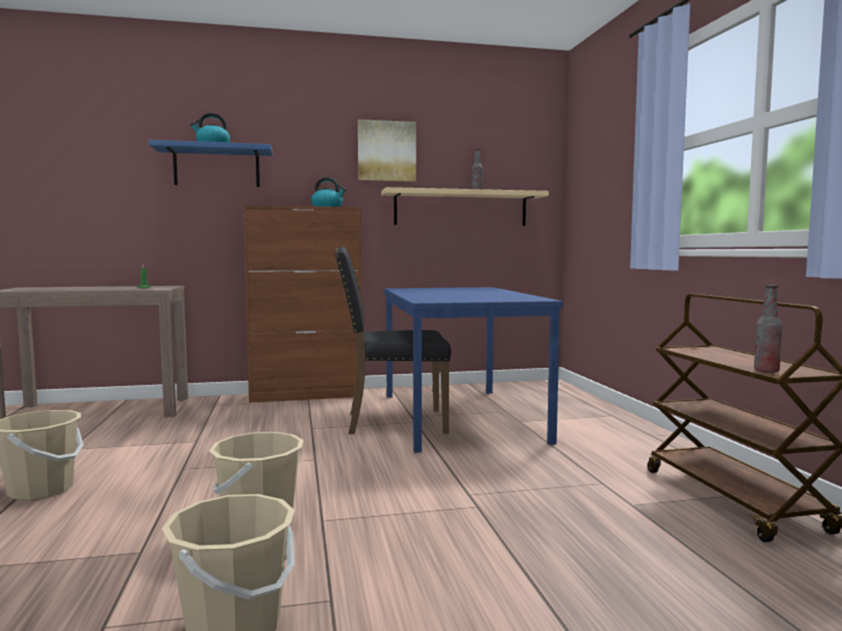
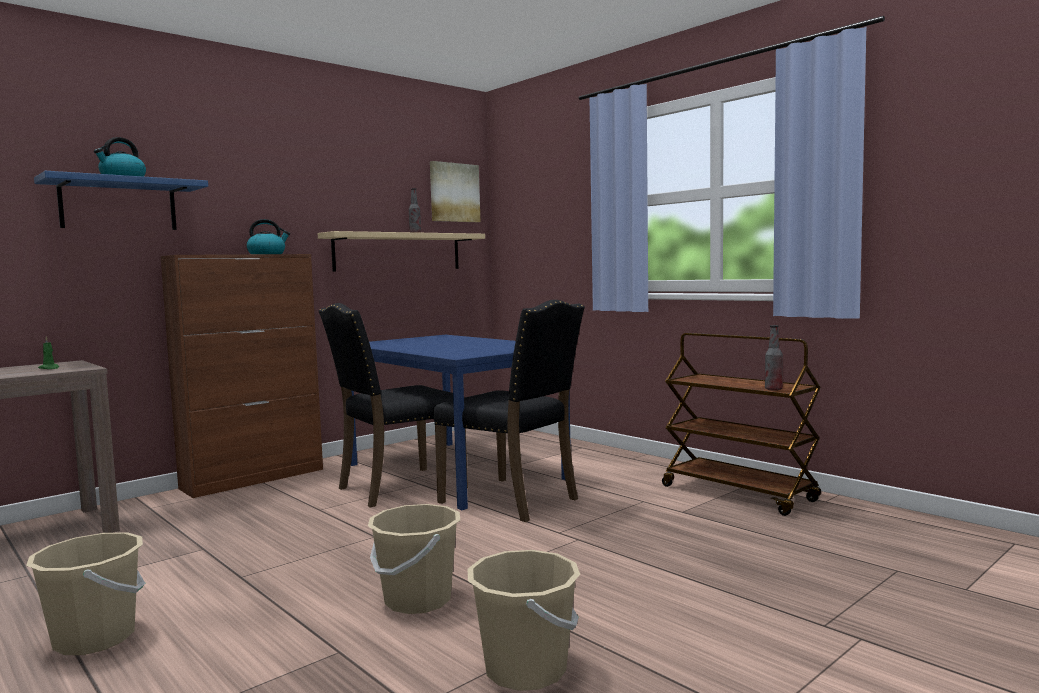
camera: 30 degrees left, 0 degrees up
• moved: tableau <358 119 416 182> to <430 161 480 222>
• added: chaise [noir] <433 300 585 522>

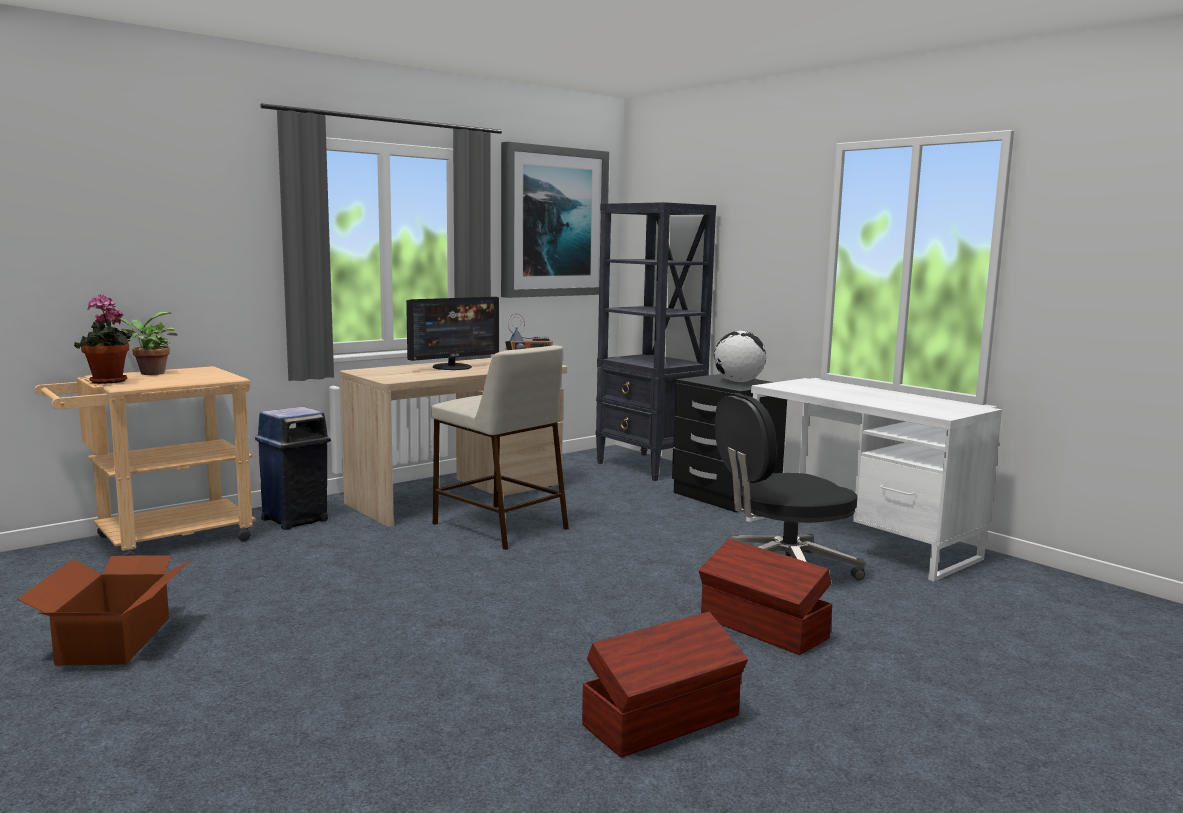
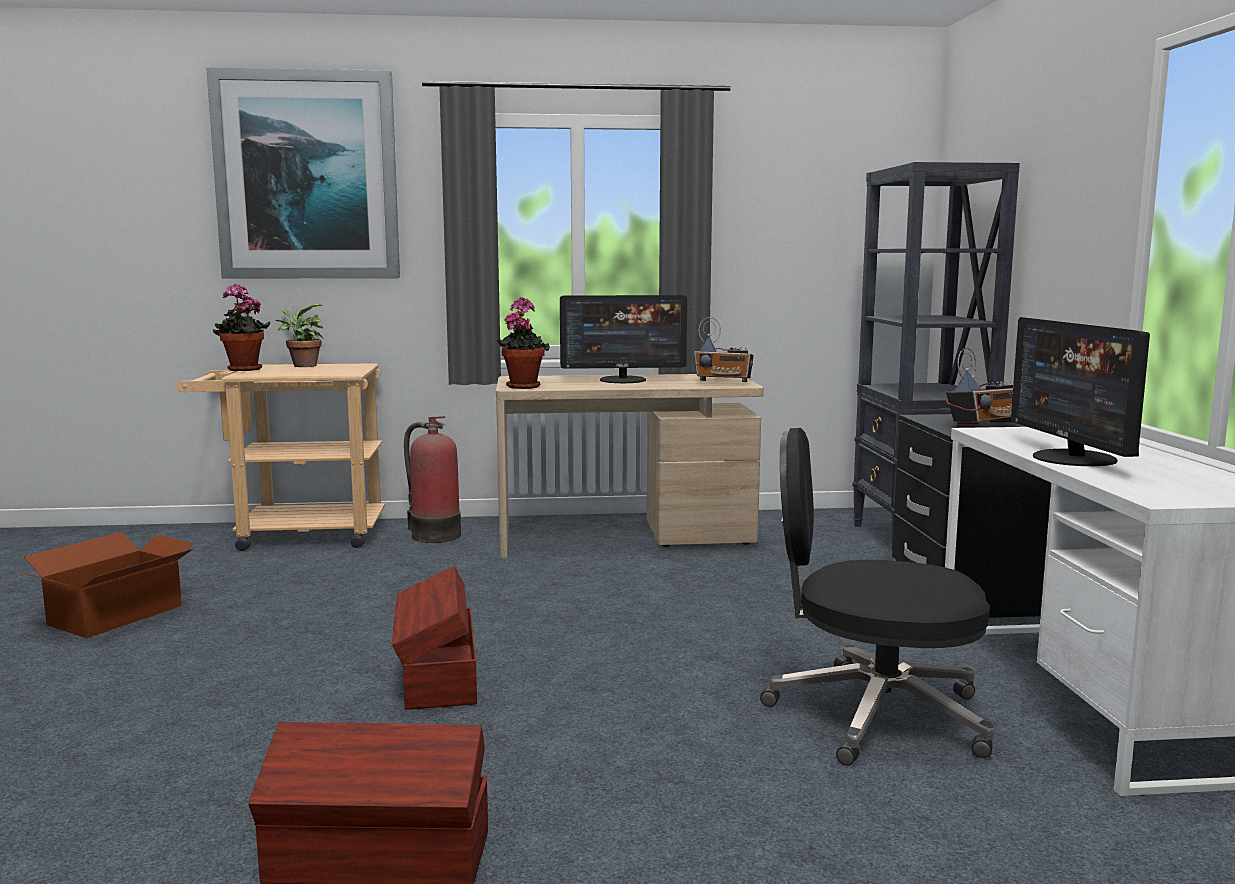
camera: 35 degrees right, 0 degrees up
• moved: tableau <501 142 609 298> to <206 67 400 279>
• moved: boîte de rangement [marron] <699 539 832 655> to <392 566 477 710>
• replaced: poubelle [bleu] <255 407 331 530> to extincteur <404 416 461 543>
• added: plante en pot <497 297 550 389>
• replaced: globe <714 331 766 383> to radio <946 348 1013 427>
• added: écran d'ordinateur <1011 317 1150 466>
• removed: tabouret [beige] <431 345 569 550>

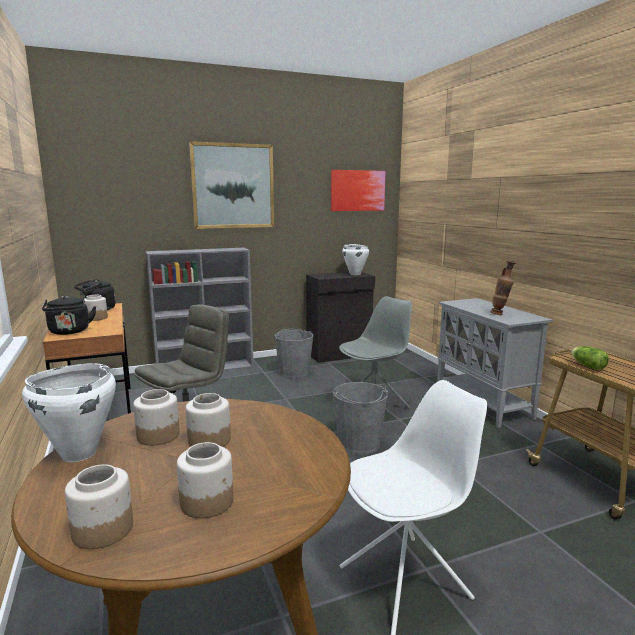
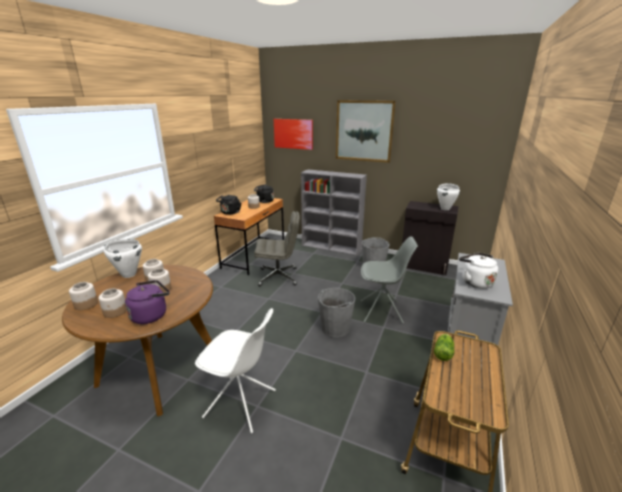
camera: 45 degrees right, 10 degrees up
• added: bouilloire [violet] <125 280 170 324>
• moved: tableau <331 170 386 211> to <274 119 313 150>
• replaced: vase <491 260 517 315> to bouilloire [blanc] <459 253 498 289>

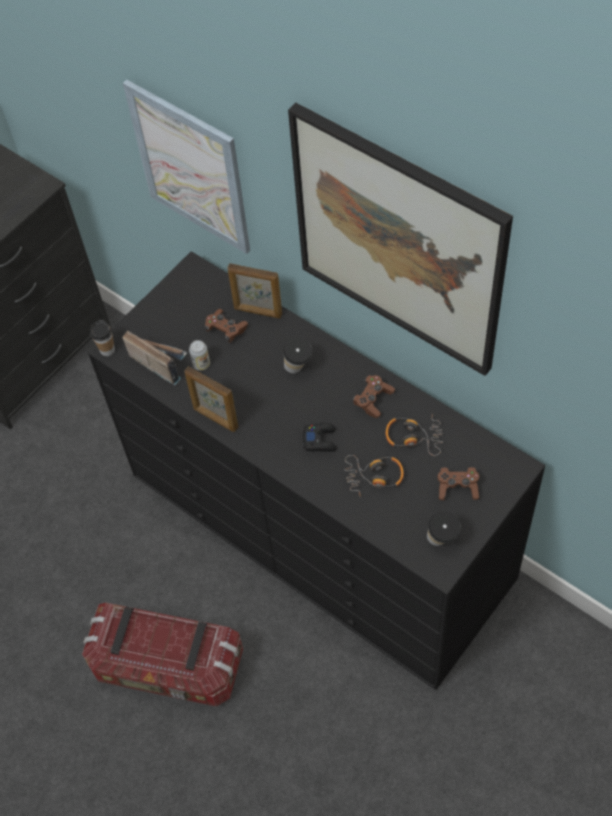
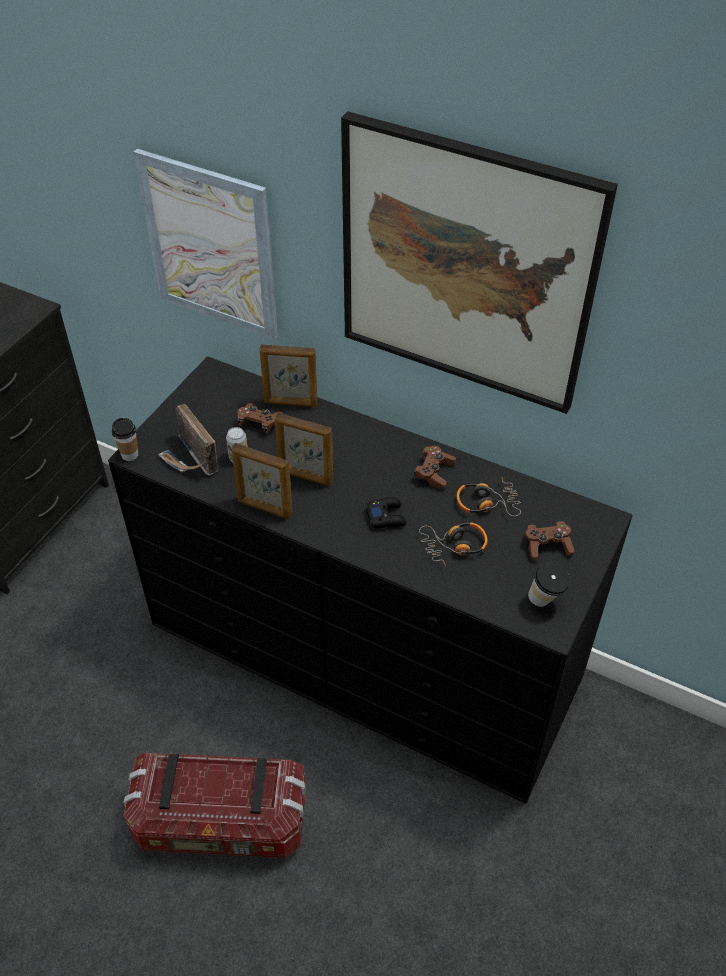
camera: 15 degrees left, 10 degrees down
• turned: radio <122 331 187 385> = <158 404 218 476> 150 degrees counterclockwise
• added: cadre photo <275 413 333 486>
• removed: tasse <283 337 312 373>

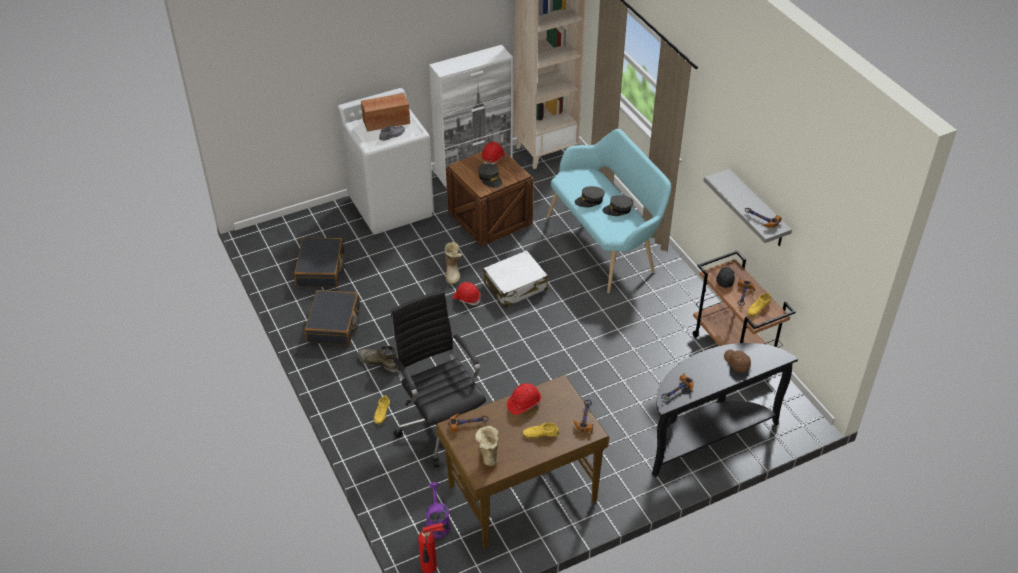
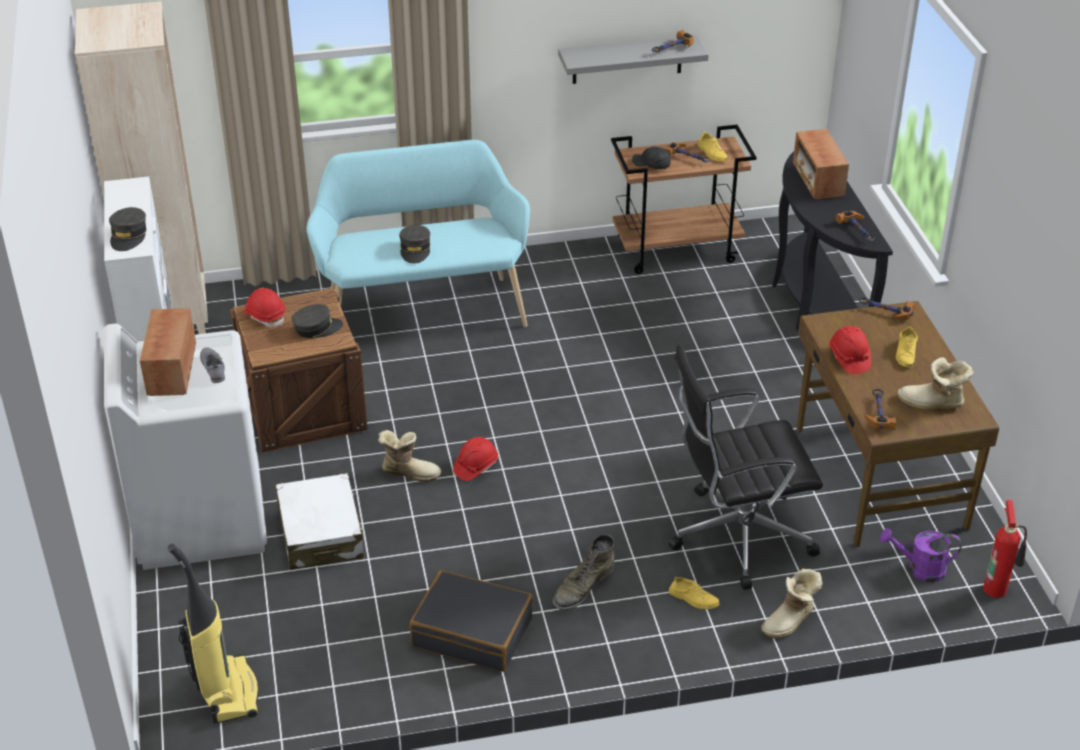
camera: 75 degrees left, 5 degrees down
• moved: casquette [gris] <603 195 633 216> to <109 207 147 251>
• added: aspirateur <168 543 259 723>
• moved: valise [blanc] <484 250 548 308> to <276 473 364 570>
• added: botte <761 568 823 638>
• replaced: casquette [marron] <724 350 751 372> to radio <793 129 849 199>
• removed: valise [noir] <294 237 345 287>

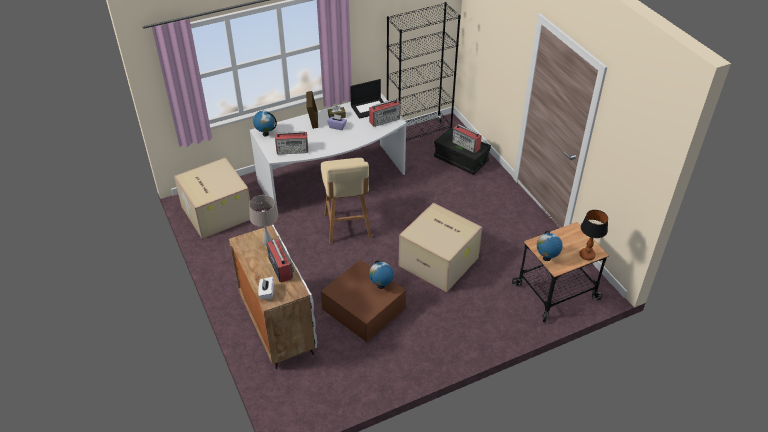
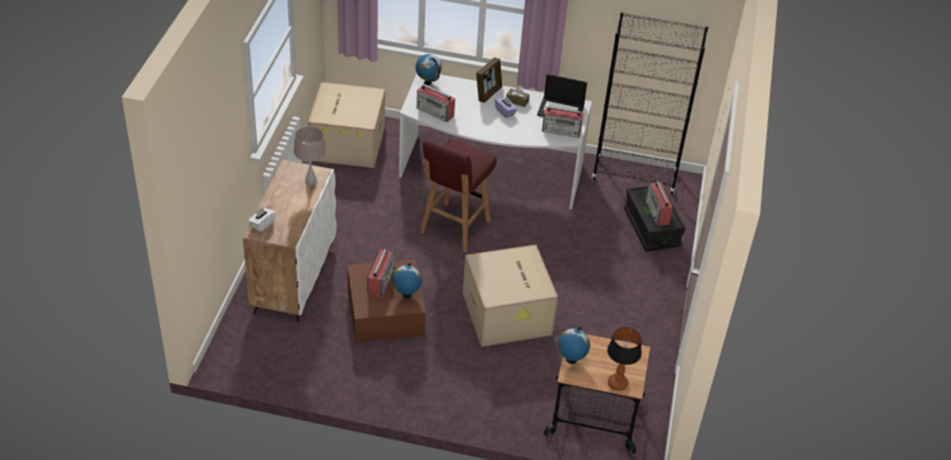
camera: 35 degrees right, 0 degrees up
• moved: radio <267 235 294 283> to <367 248 396 297>
• recoloured: tabouret [beige] <321 158 372 243> to tabouret [rouge] <420 139 497 252>

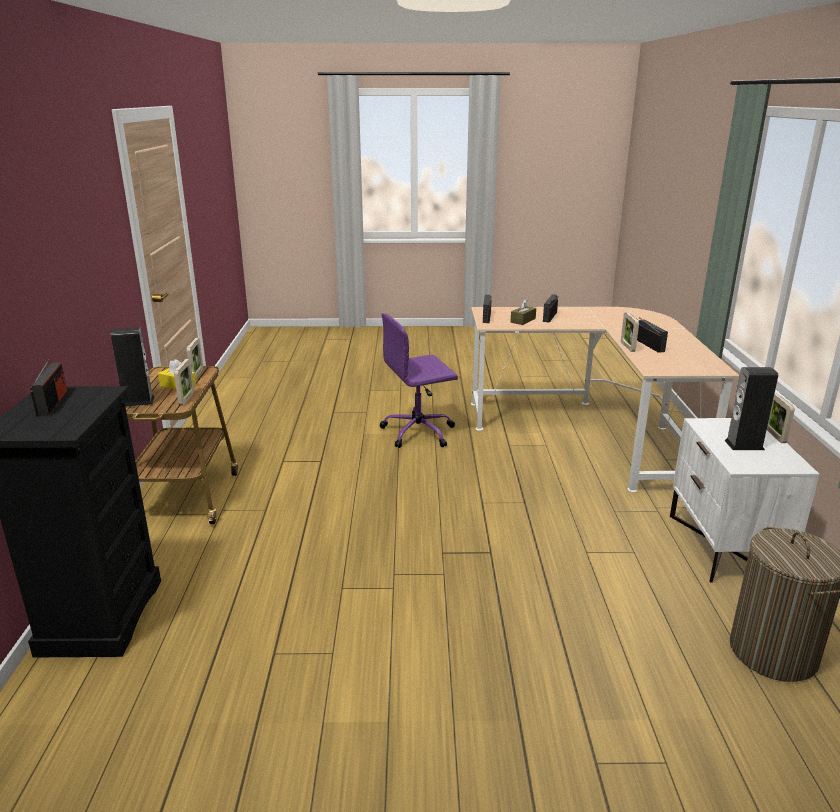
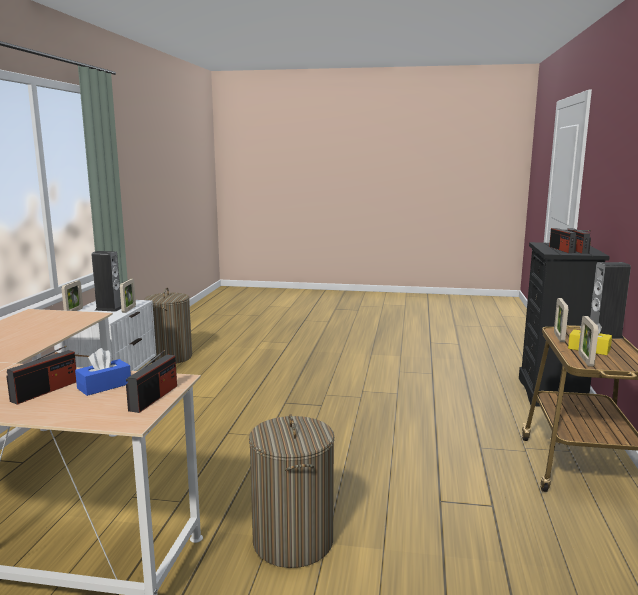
camera: 170 degrees left, 10 degrees down
• recoloured: boîte à mouchoirs [marron] <510 299 536 325> to boîte à mouchoirs [bleu] <75 348 131 396>
• moved: cadre photo <621 312 639 352> to <120 279 136 313>
• replaced: chaise de bureau [violet] <379 313 458 448> to panier à linge <249 414 334 568>
• moved: radio <637 317 668 353> to <549 228 577 253>

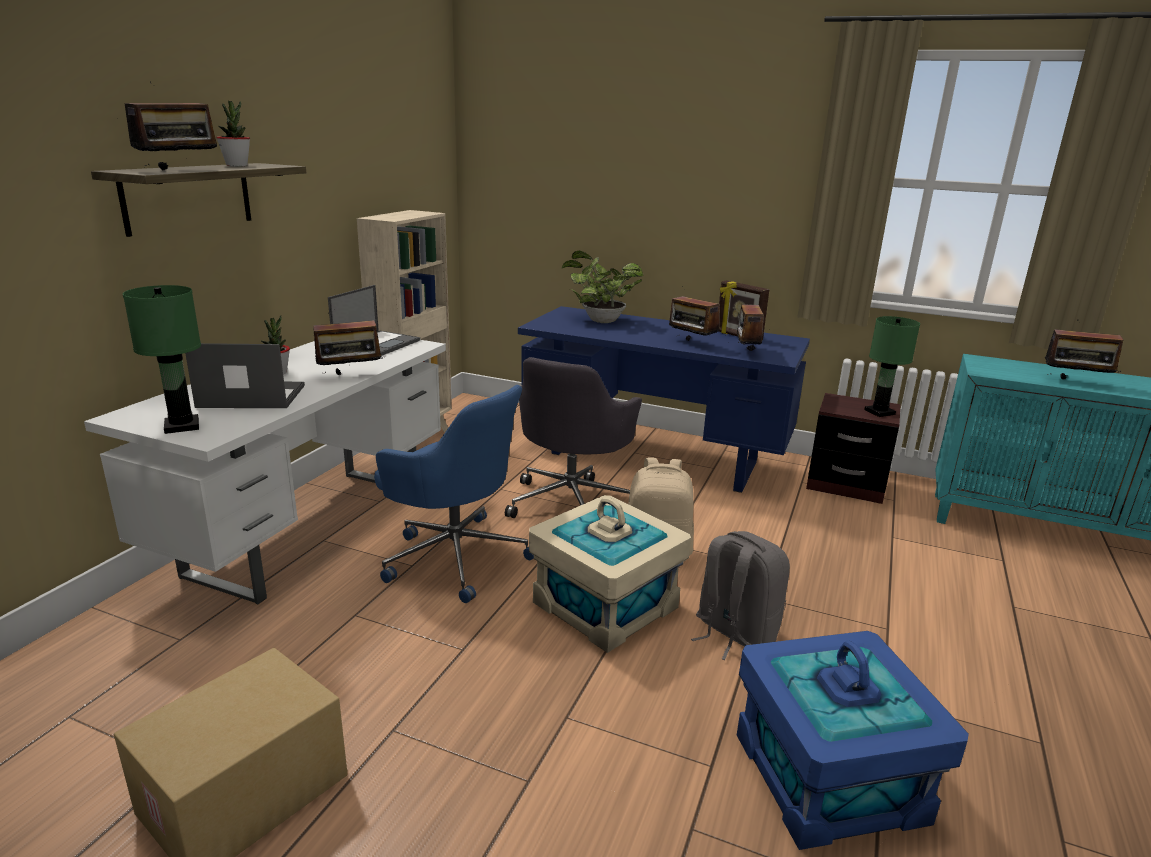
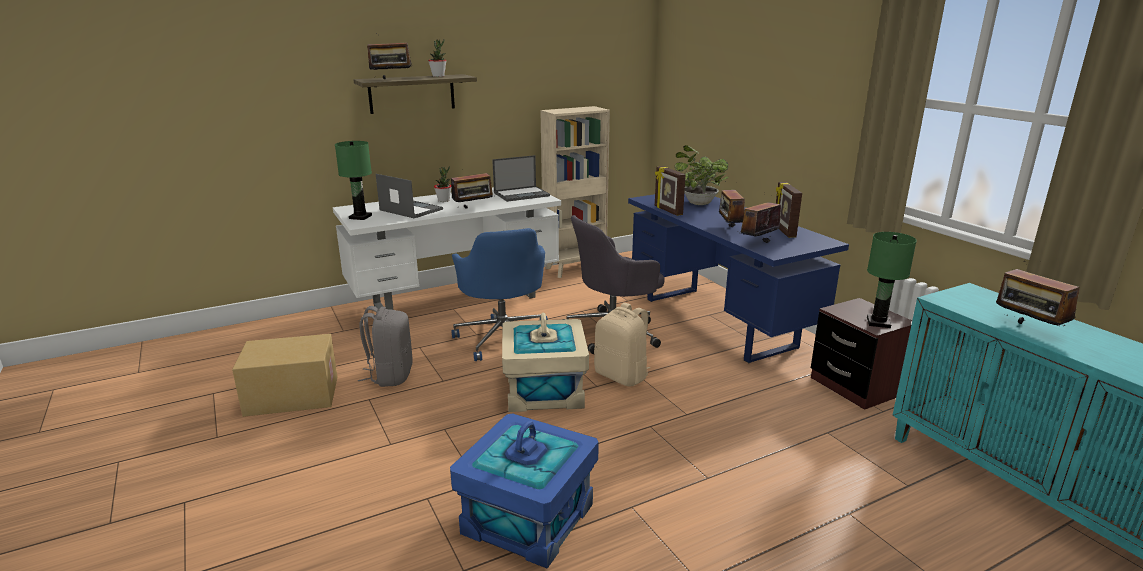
camera: 40 degrees right, 0 degrees up
• moved: sac à dos [gris] <691 531 790 660> to <358 306 413 387>
• turned: radio <313 320 385 375> = <451 173 495 209> 45 degrees counterclockwise
• added: cadre photo <655 166 686 216>

